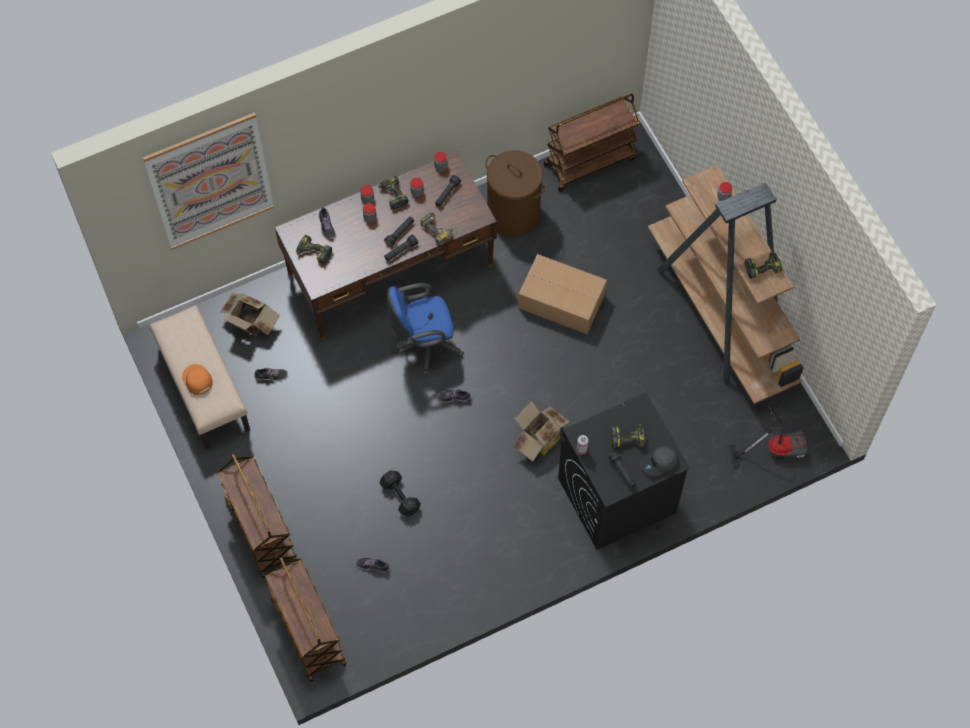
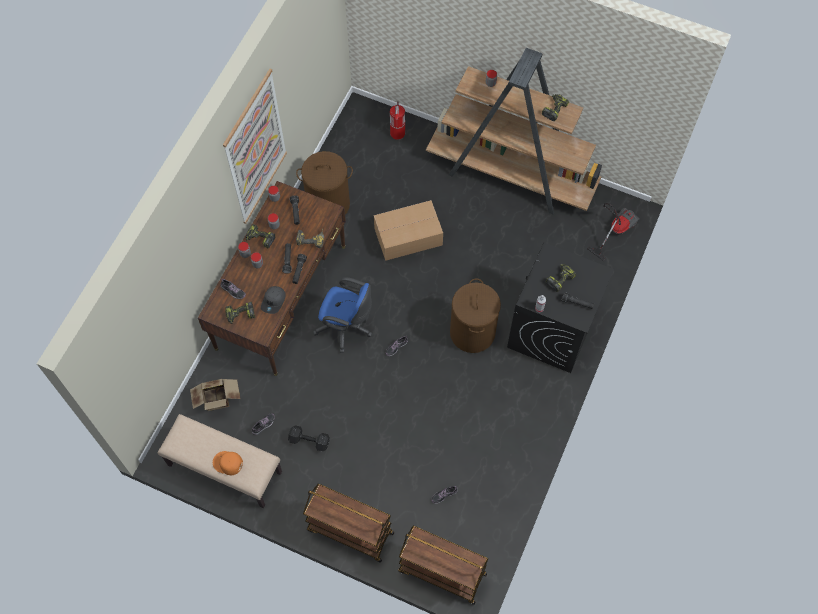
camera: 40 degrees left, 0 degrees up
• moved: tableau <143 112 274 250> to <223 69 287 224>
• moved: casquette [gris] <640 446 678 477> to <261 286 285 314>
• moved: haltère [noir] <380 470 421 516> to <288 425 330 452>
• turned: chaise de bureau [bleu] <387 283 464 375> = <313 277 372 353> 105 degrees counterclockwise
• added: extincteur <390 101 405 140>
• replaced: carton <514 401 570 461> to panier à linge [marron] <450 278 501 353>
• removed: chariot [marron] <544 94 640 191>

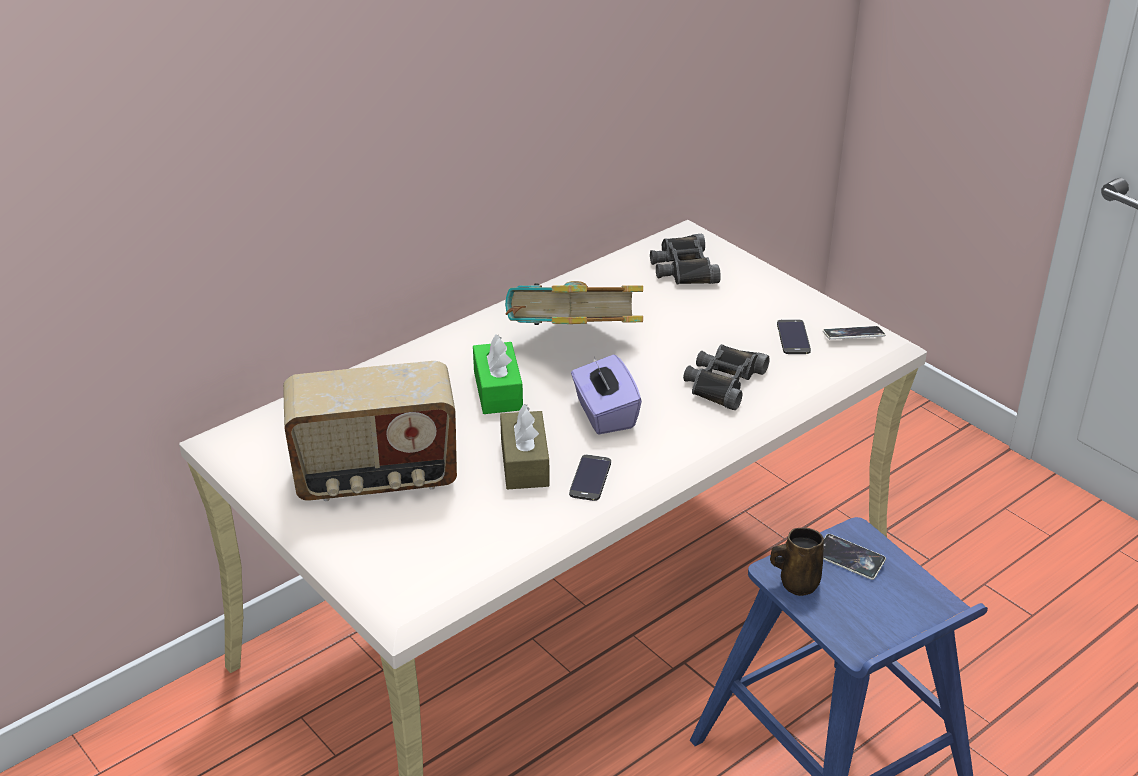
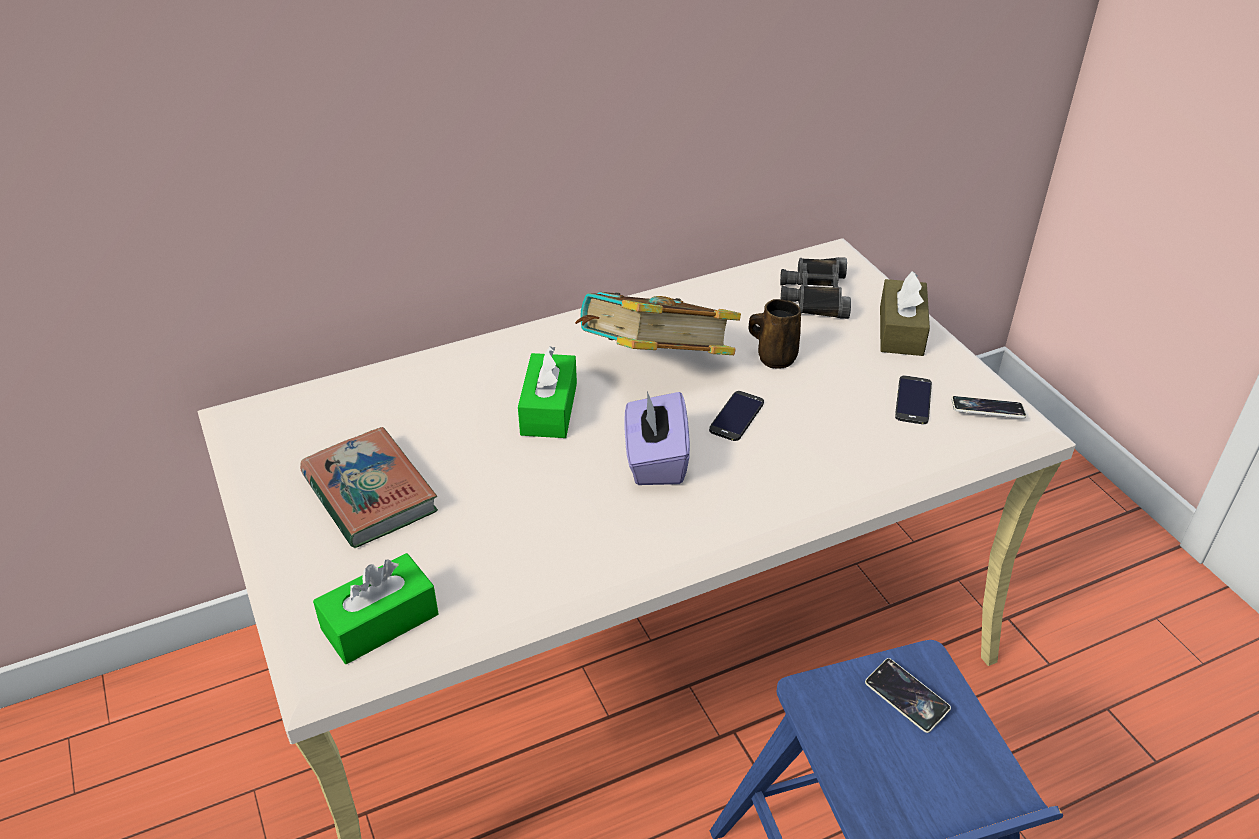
camera: 15 degrees right, 5 degrees up
• replaced: radio <283 361 457 501> to livre <300 427 438 548>
• added: boîte à mouchoirs [vert] <313 553 439 664>
• moved: téléphone <569 455 611 501> to <709 391 764 441>
• moved: mug [marron] <770 528 824 596> to <748 299 801 369>
• moved: boîte à mouchoirs [marron] <500 404 550 489> to <880 271 930 356>
• removed: jumelles [noir] <683 344 770 410>

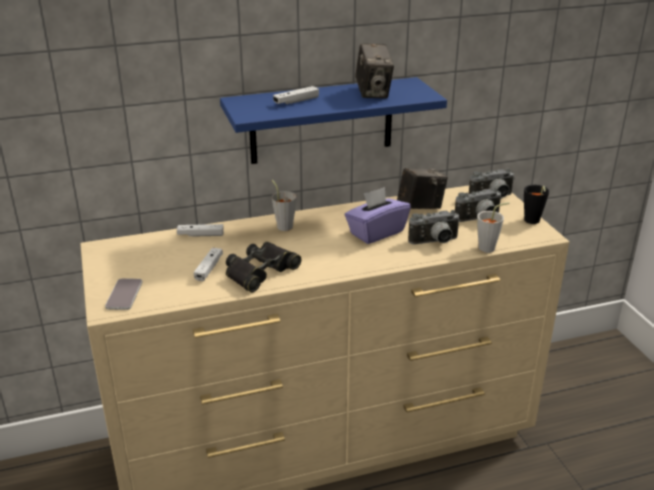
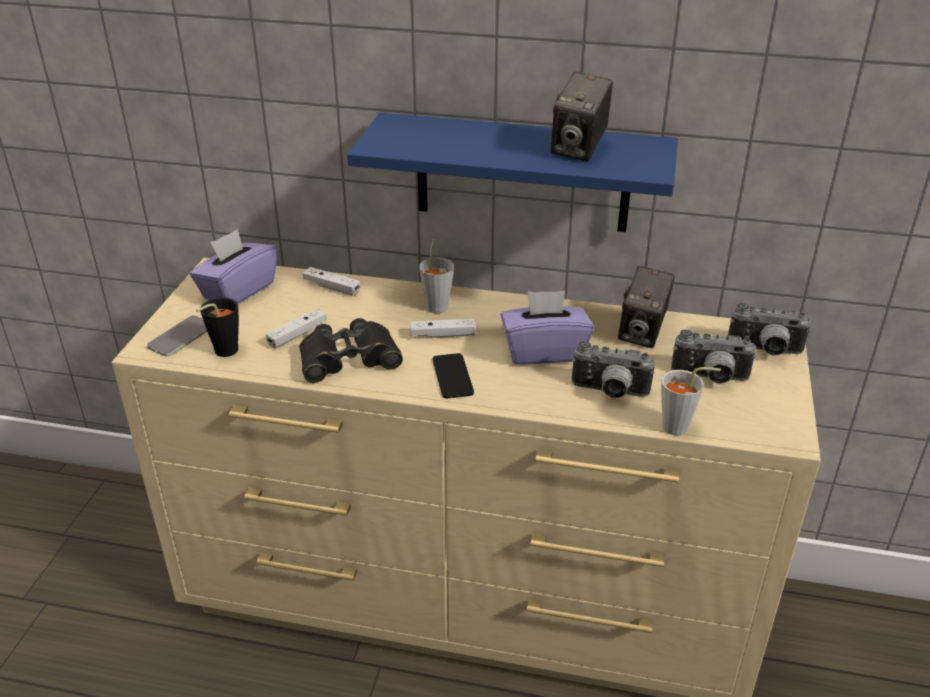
camera: 30 degrees right, 5 degrees up
• added: boîte à mouchoirs [violet] <190 229 277 304>
• moved: tasse [noir] <524 185 549 224> to <196 297 239 357>
• moved: manette [blanc] <273 86 319 104> to <410 319 476 338>
• added: téléphone <433 353 474 398>
• turned: appareil photo <397 168 448 209> = <618 266 675 348> 105 degrees clockwise

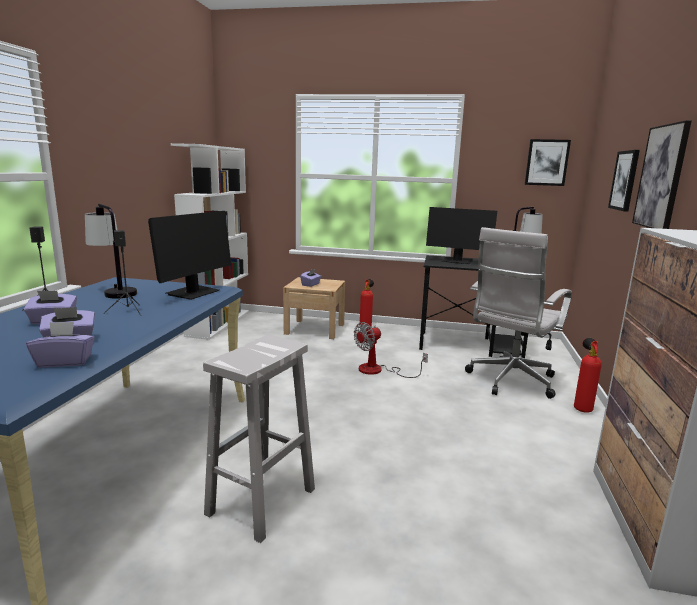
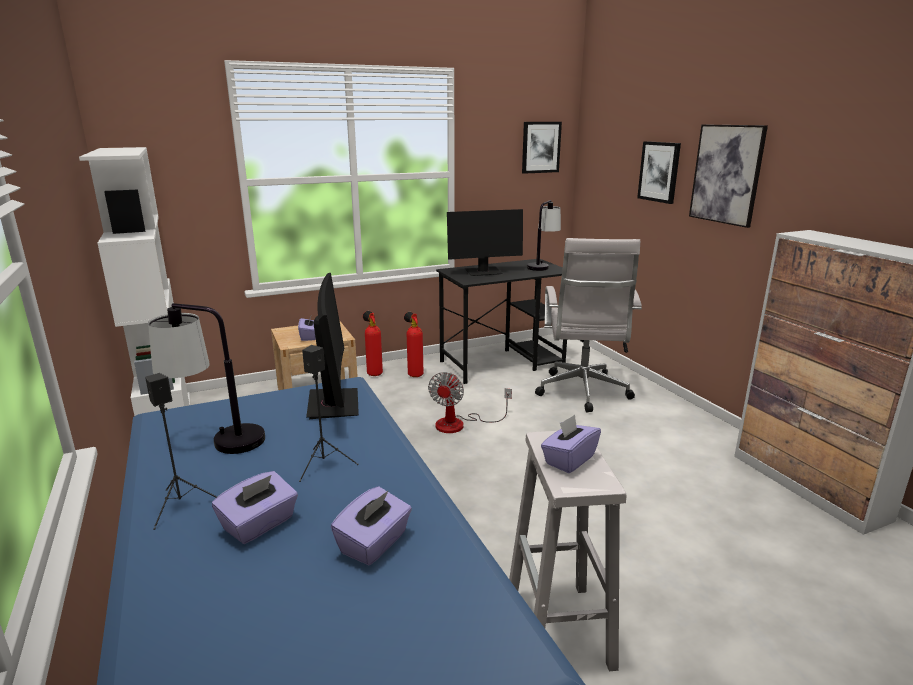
camera: 35 degrees left, 5 degrees up
• moved: extincteur <574 338 602 413> to <404 312 424 377>
• moved: boîte à mouchoirs [violet] <26 321 95 368> to <541 415 601 473>

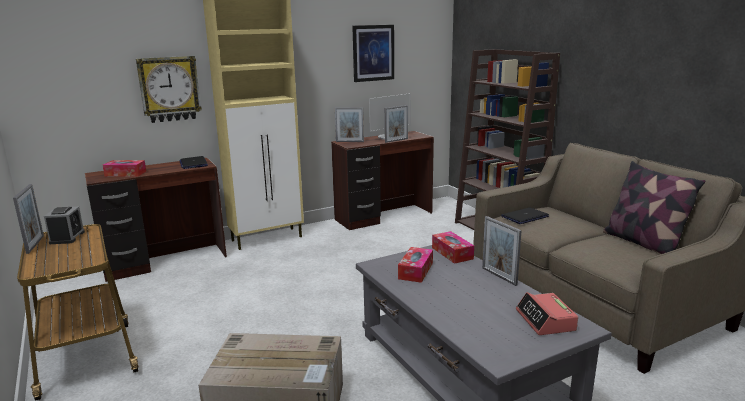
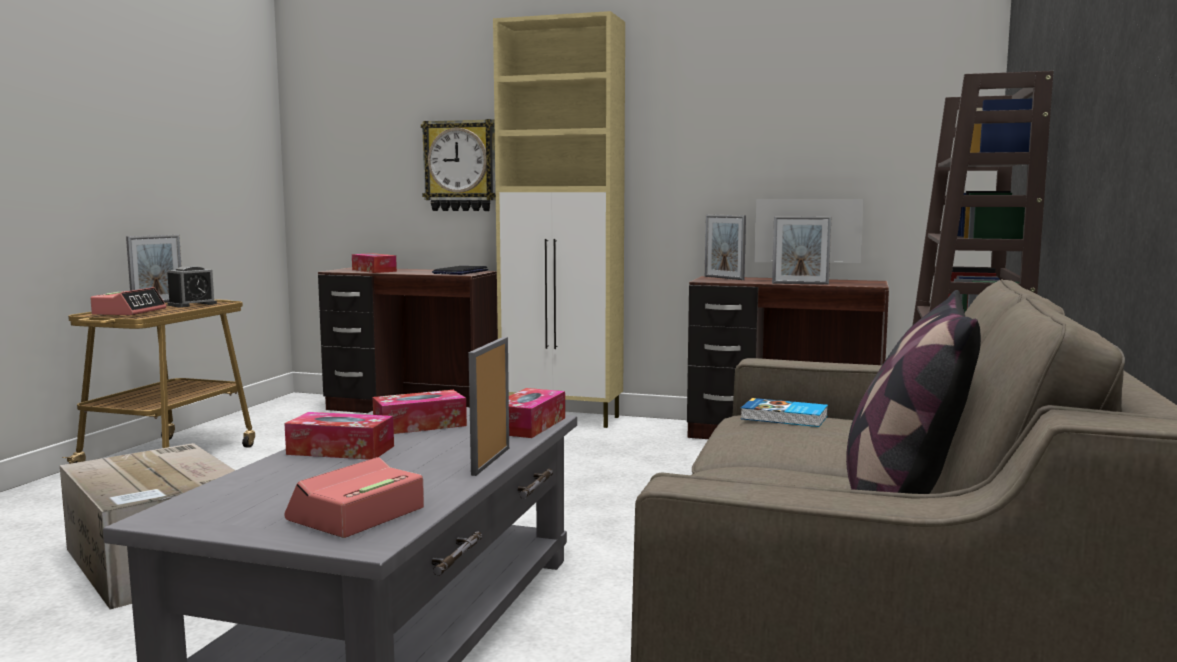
camera: 45 degrees right, 10 degrees down
• added: réveil <90 287 166 315>
• added: boîte à mouchoirs <284 412 394 460>
• replaced: ordinateur portable <501 208 549 224> to livre <740 398 828 427>
• removed: tableau <352 25 394 82>

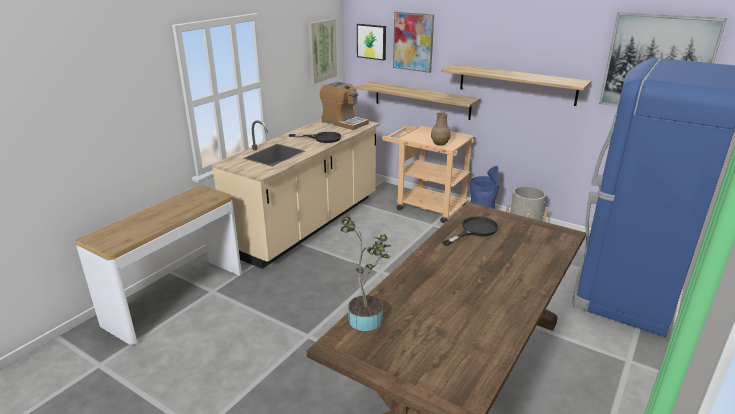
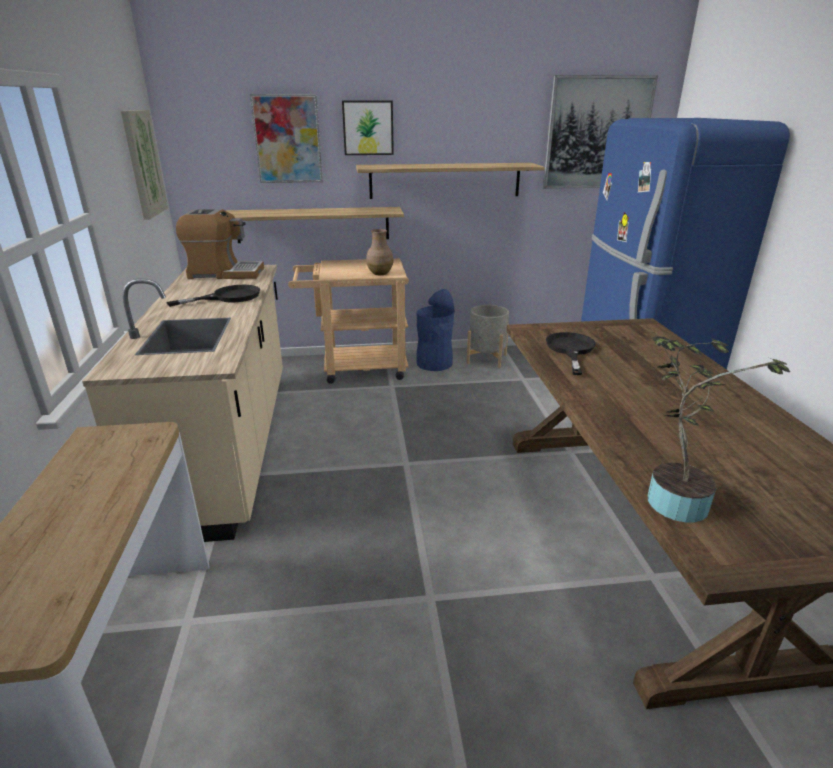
camera: 40 degrees left, 0 degrees up
• moved: tableau <357 24 386 61> to <342 101 394 155>

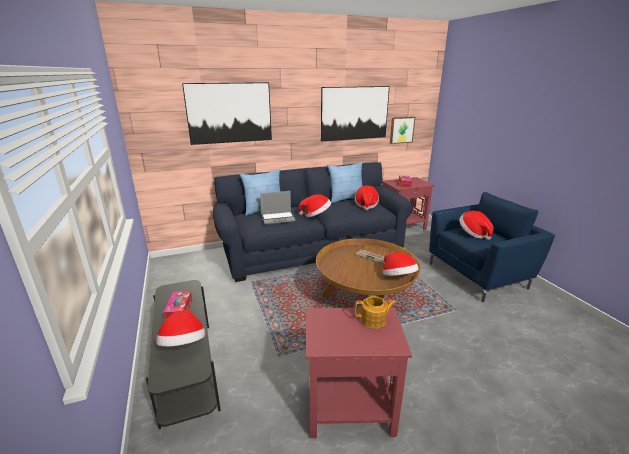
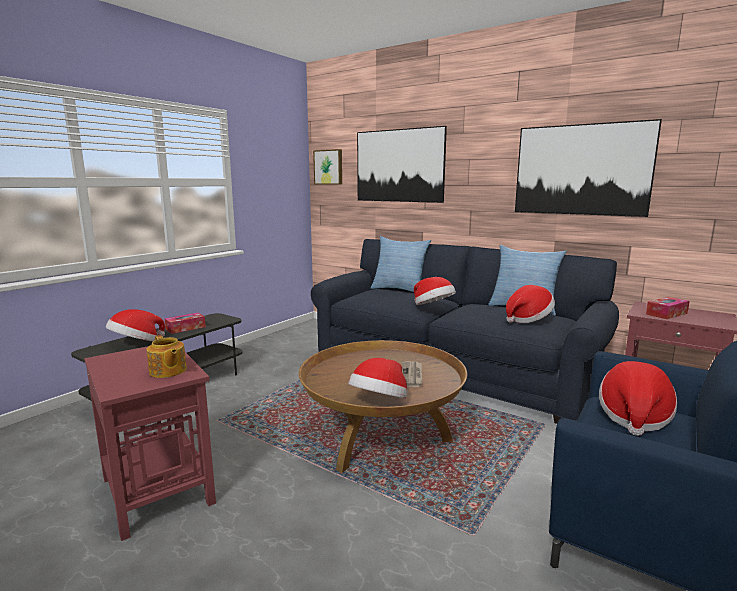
camera: 55 degrees right, 10 degrees down
• moved: tableau <390 117 415 144> to <313 149 342 185>
• removed: ordinateur portable <260 191 296 224>

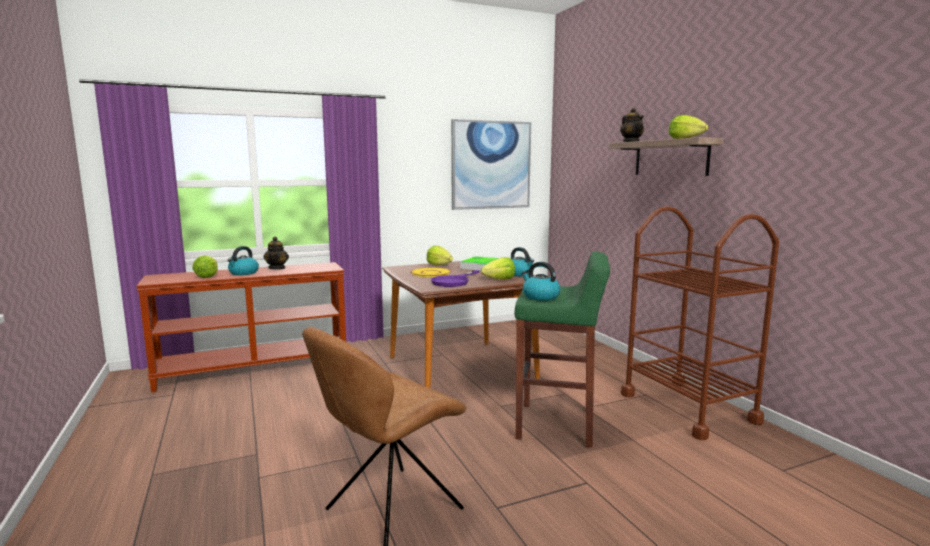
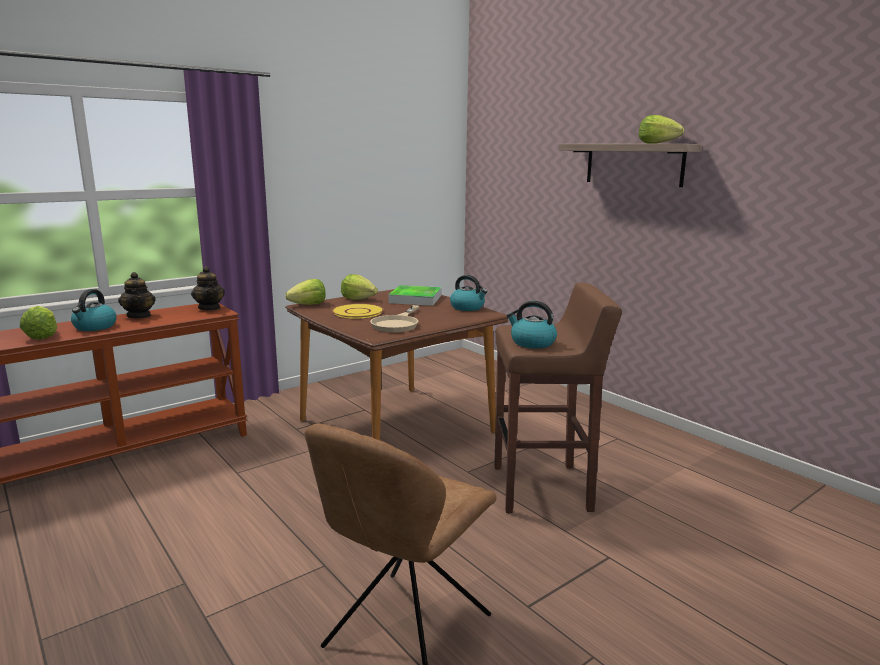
camera: 15 degrees left, 5 degrees up
• moved: théière <620 108 644 142> to <191 266 225 310>
• moved: laitue <481 257 515 280> to <285 279 326 305>
• recoloured: poêle [violet] <431 270 480 287> to poêle [beige] <370 305 419 332>
• recoloured: tabouret [vert] <515 252 610 447> to tabouret [marron] <494 283 622 513>
• removed: tableau <451 119 531 210>
• removed: chariot [marron] <621 206 779 440>

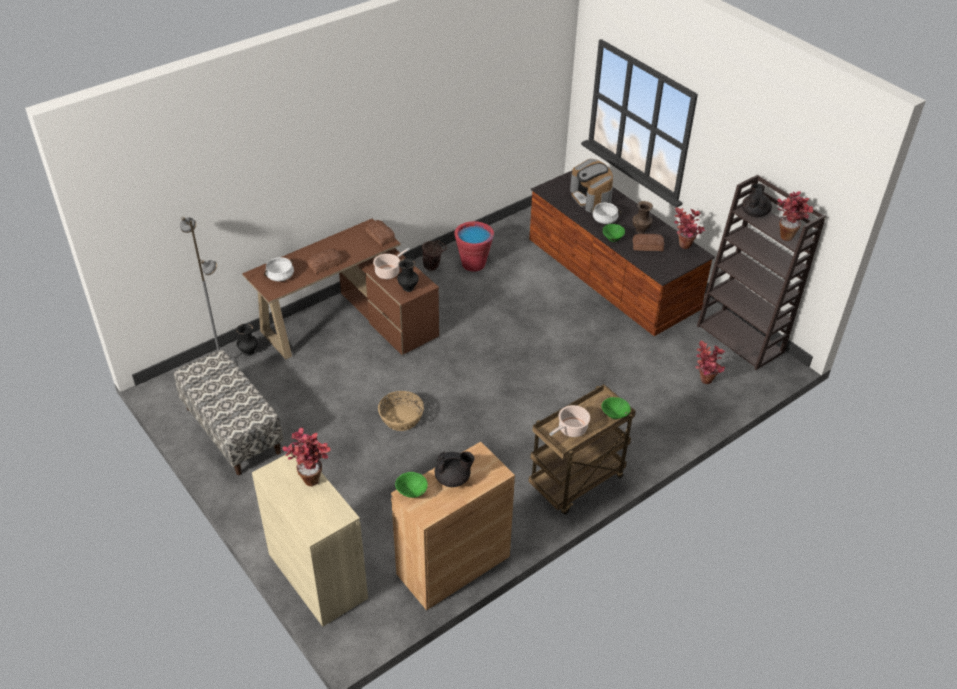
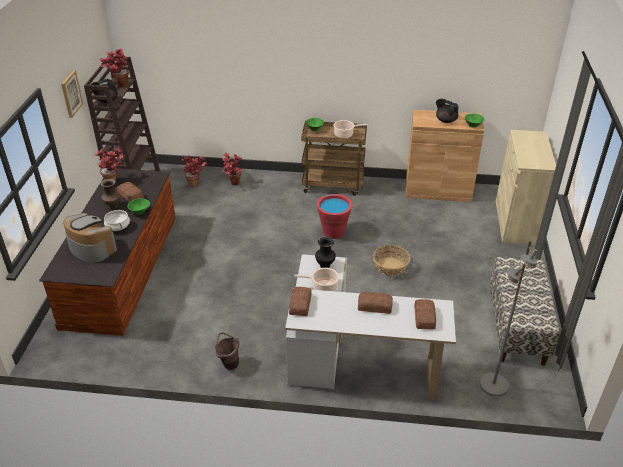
camera: 135 degrees left, 5 degrees down
• added: tableau <61 70 83 118>
• turned: machine à café <570 159 613 212> = <63 213 117 263> 75 degrees counterclockwise
• moved: plante en pot <283 427 330 486> to <222 153 243 185>
• recoloured: bureau [marron] <242 219 439 359> to bureau [blanc] <285 254 456 400>
• moved: seau [rouge] <454 221 494 272> to <317 194 353 239>
• replaced: marmite [blanc] <264 257 294 282> to pain <414 299 436 329>
• removed: vase [noir] <236 324 258 356>

